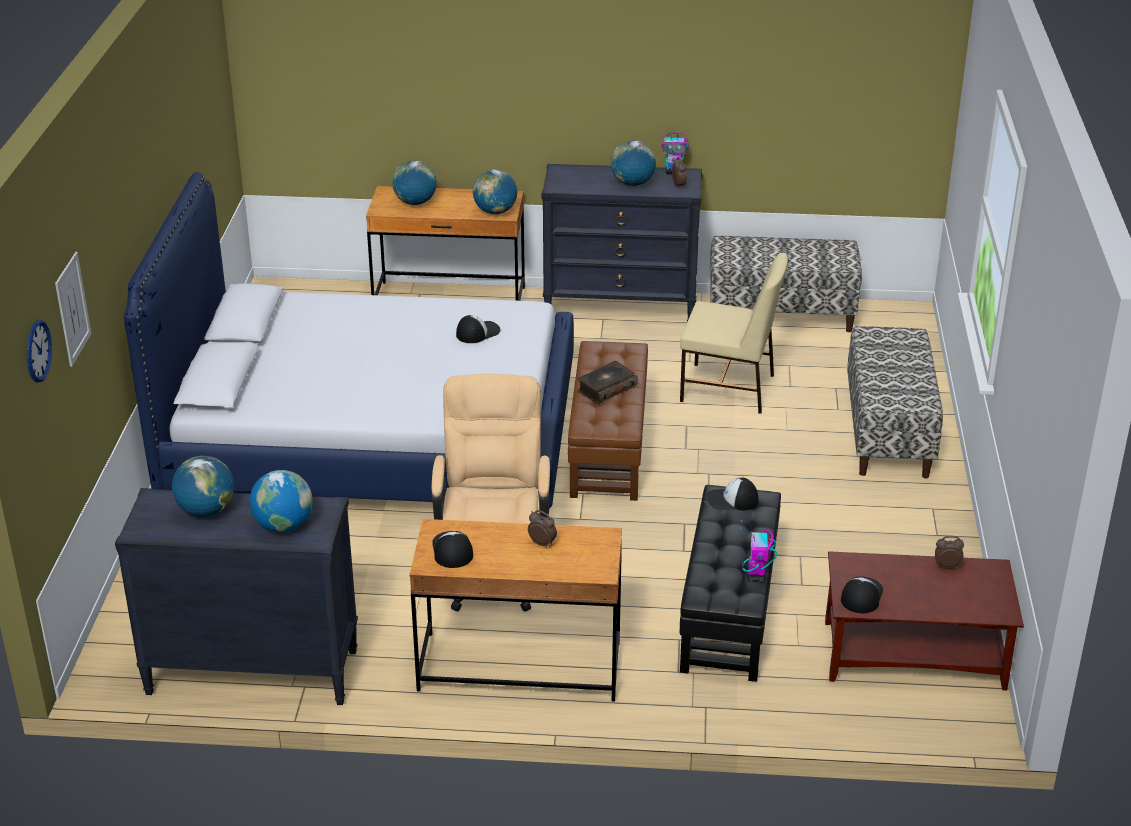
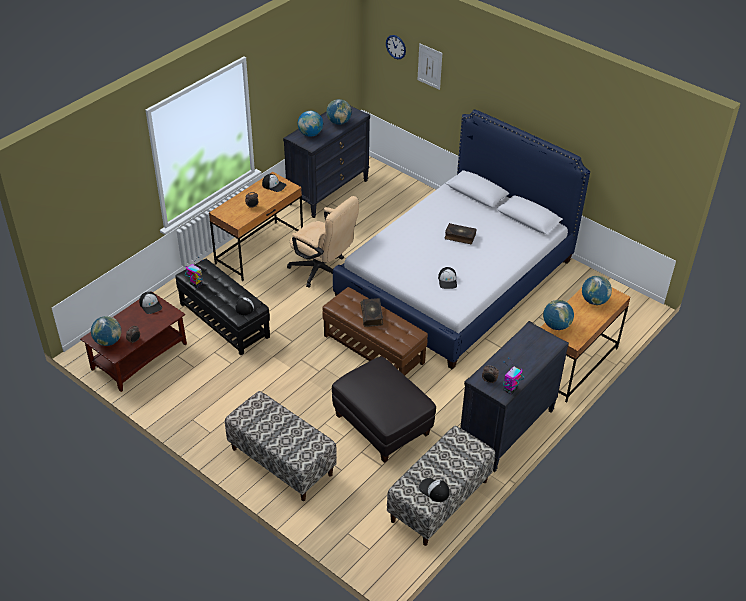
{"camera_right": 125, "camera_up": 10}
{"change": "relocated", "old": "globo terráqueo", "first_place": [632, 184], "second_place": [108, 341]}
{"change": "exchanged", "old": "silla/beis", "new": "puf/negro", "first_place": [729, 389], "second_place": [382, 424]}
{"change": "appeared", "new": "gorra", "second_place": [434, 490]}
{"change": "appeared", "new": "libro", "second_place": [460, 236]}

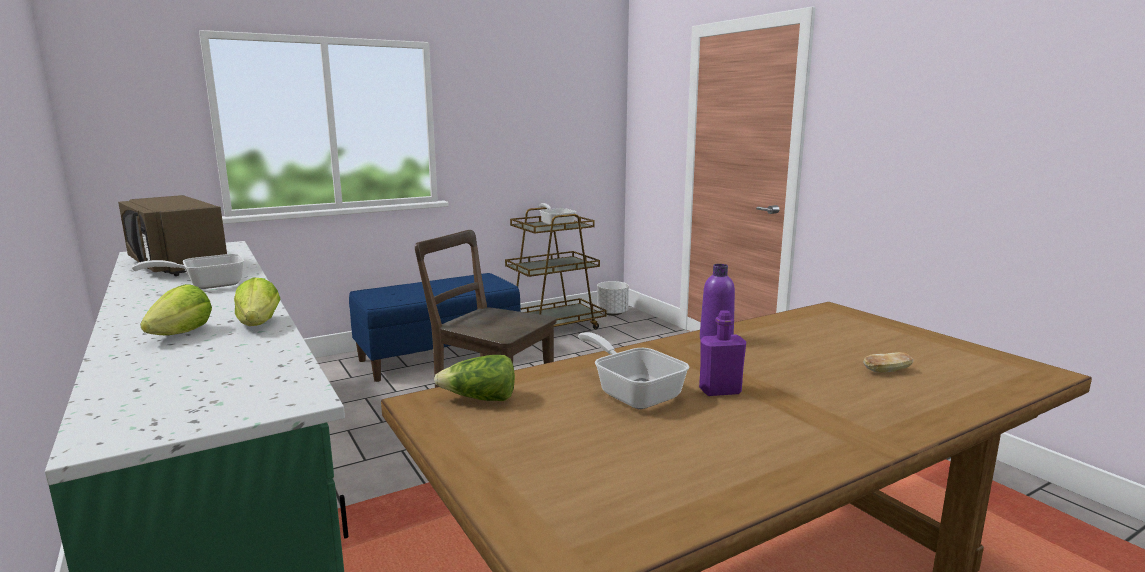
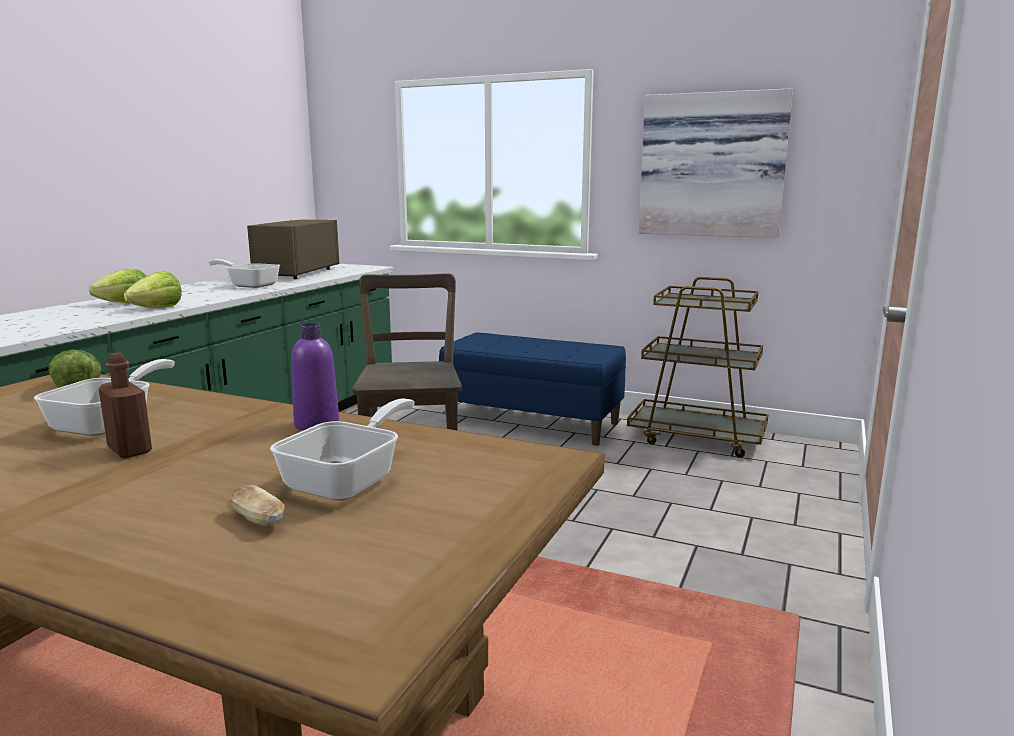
{"camera_right": 55, "camera_up": 0}
{"change": "relocated", "old": "sartén", "first_place": [556, 224], "second_place": [350, 479]}
{"change": "missing", "old": "maceta/blanco", "first_place": [612, 313]}
{"change": "colour", "old": "botella/morado", "new": "botella/marrón", "first_place": [720, 391], "second_place": [130, 450]}
{"change": "appeared", "new": "cuadro", "second_place": [712, 165]}

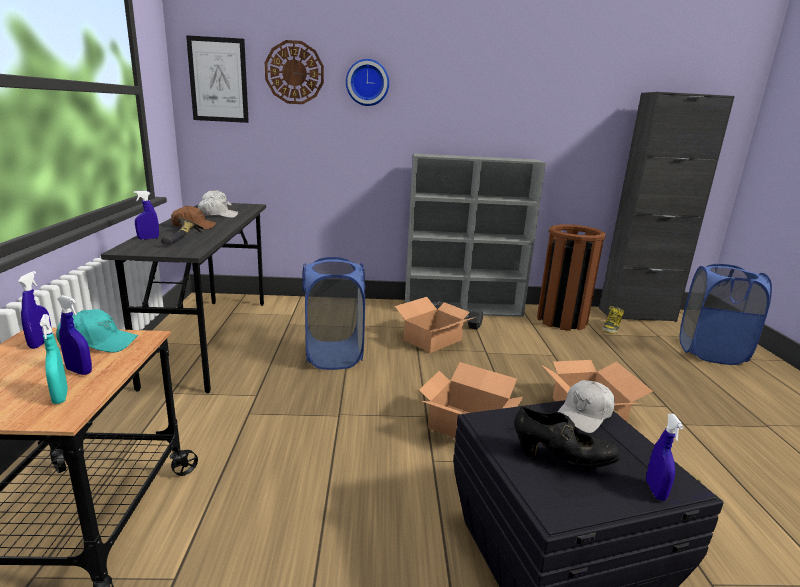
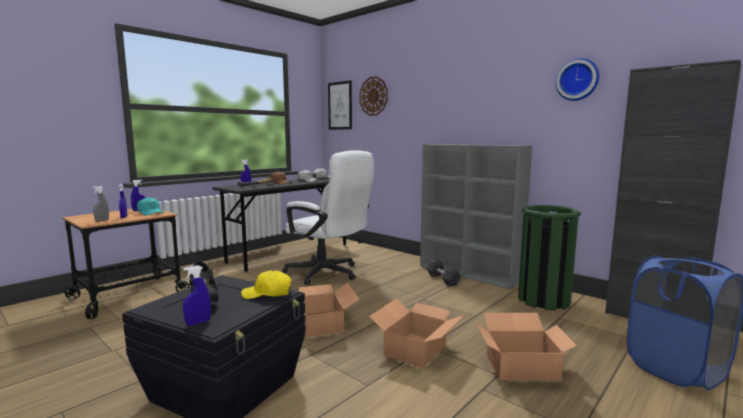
{"camera_right": 45, "camera_up": -10}
{"change": "colour", "old": "pulverizador/turquesa", "new": "pulverizador/gris", "first_place": [60, 397], "second_place": [102, 220]}
{"change": "exchanged", "old": "cesto de la ropa/azul", "new": "silla de oficina/blanco", "first_place": [333, 355], "second_place": [328, 274]}
{"change": "relocated", "old": "reloj de pared", "first_place": [367, 83], "second_place": [578, 80]}
{"change": "relocated", "old": "caja de cartón", "first_place": [431, 340], "second_place": [520, 366]}
{"change": "colour", "old": "papelera/marrón", "new": "papelera/verde", "first_place": [561, 320], "second_place": [544, 300]}
{"change": "colour", "old": "gorra/blanco", "new": "gorra/amarillo", "first_place": [584, 414], "second_place": [267, 293]}
{"change": "missing", "old": "bota", "first_place": [611, 328]}

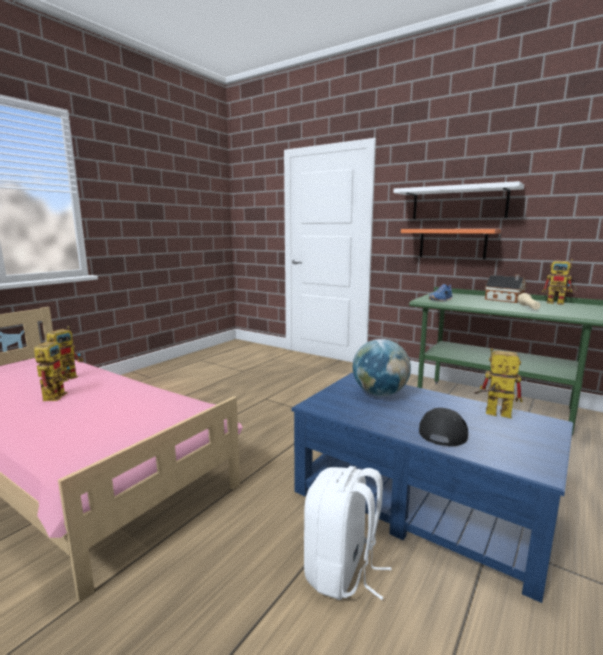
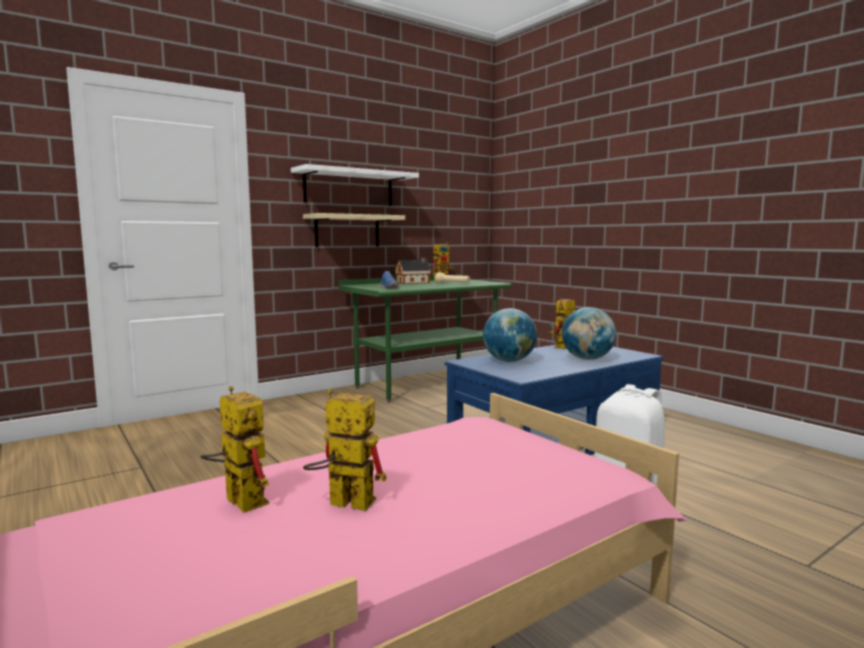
{"camera_right": -70, "camera_up": -5}
{"change": "colour", "old": "estante/naranja", "new": "estante/beis", "first_place": [452, 243], "second_place": [347, 231]}
{"change": "exchanged", "old": "gorra/negro", "new": "globo terráqueo", "first_place": [444, 430], "second_place": [587, 359]}

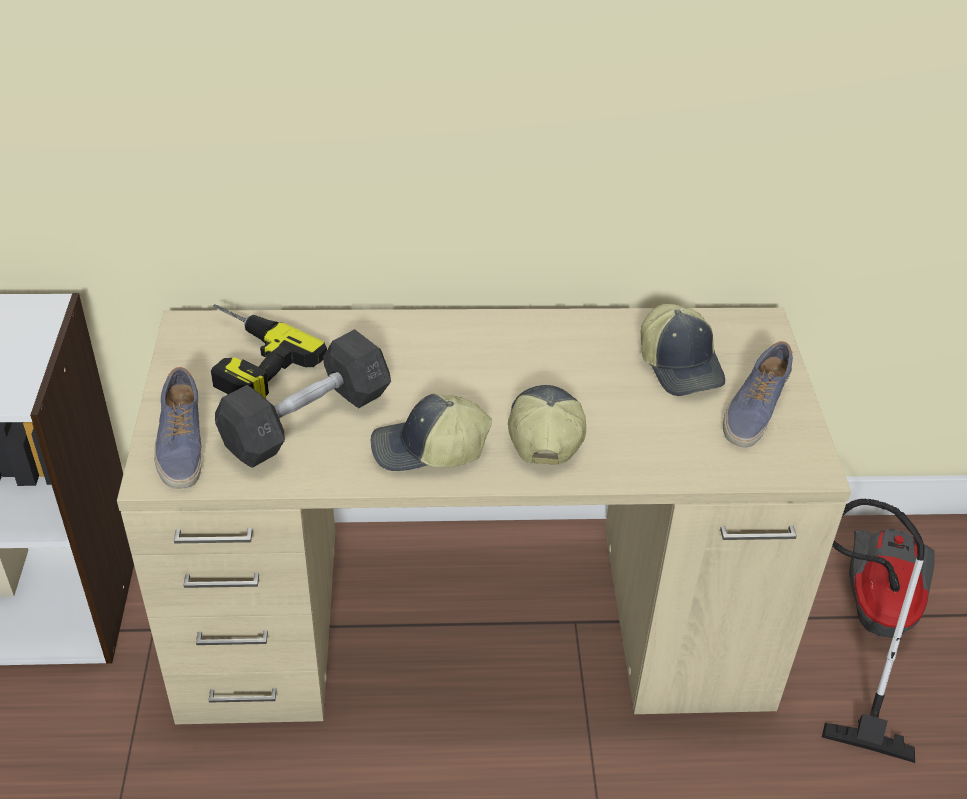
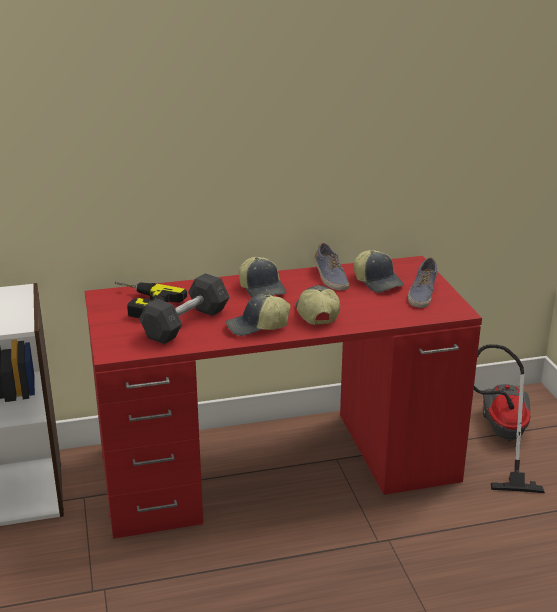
{"camera_right": -10, "camera_up": -15}
{"change": "colour", "old": "escritorio/beis", "new": "escritorio/rojo", "first_place": [477, 619], "second_place": [279, 465]}
{"change": "relocated", "old": "zapato", "first_place": [180, 444], "second_place": [330, 278]}
{"change": "appeared", "new": "gorra", "second_place": [262, 289]}

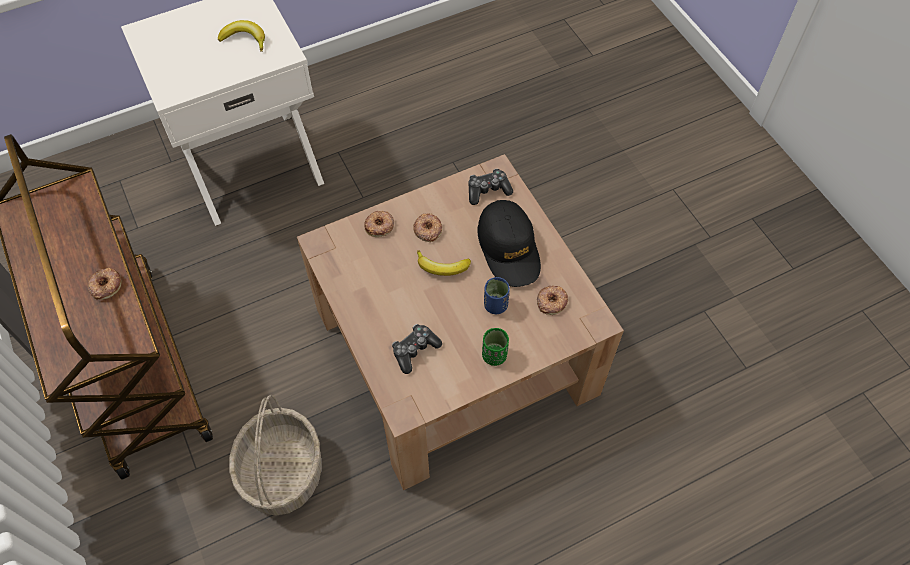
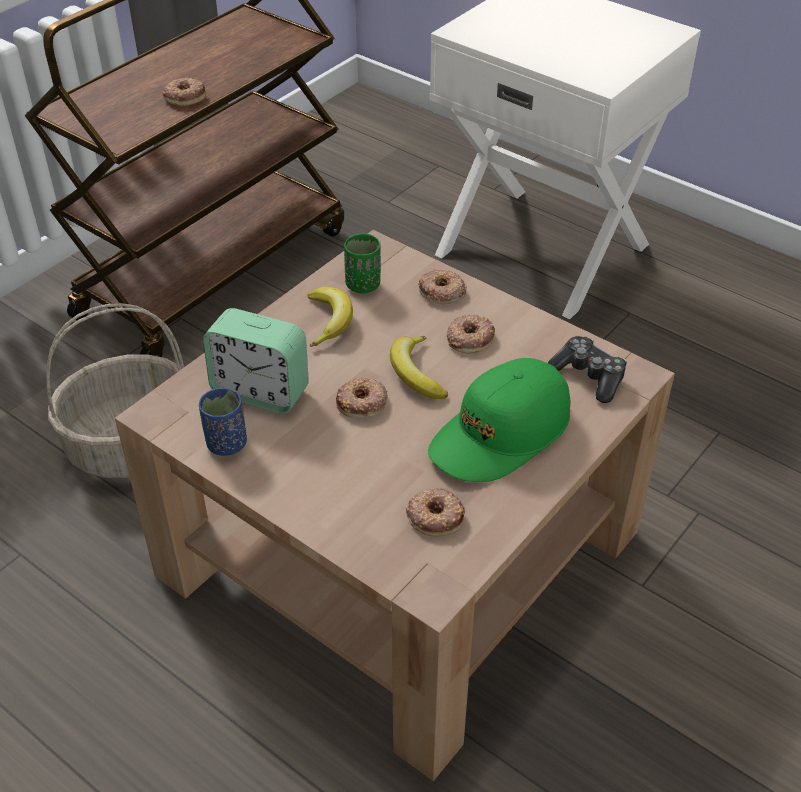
{"camera_right": 65, "camera_up": -15}
{"change": "relocated", "old": "plátano", "first_place": [245, 39], "second_place": [329, 321]}
{"change": "exchanged", "old": "mando de consola", "new": "despertador", "first_place": [415, 350], "second_place": [260, 391]}
{"change": "colour", "old": "gorra/negro", "new": "gorra/verde", "first_place": [509, 248], "second_place": [500, 434]}
{"change": "relocated", "old": "taza/verde", "first_place": [494, 355], "second_place": [363, 285]}
{"change": "relocated", "old": "taza/azul", "first_place": [495, 305], "second_place": [226, 444]}
{"change": "appeared", "new": "rosquilla", "second_place": [362, 402]}

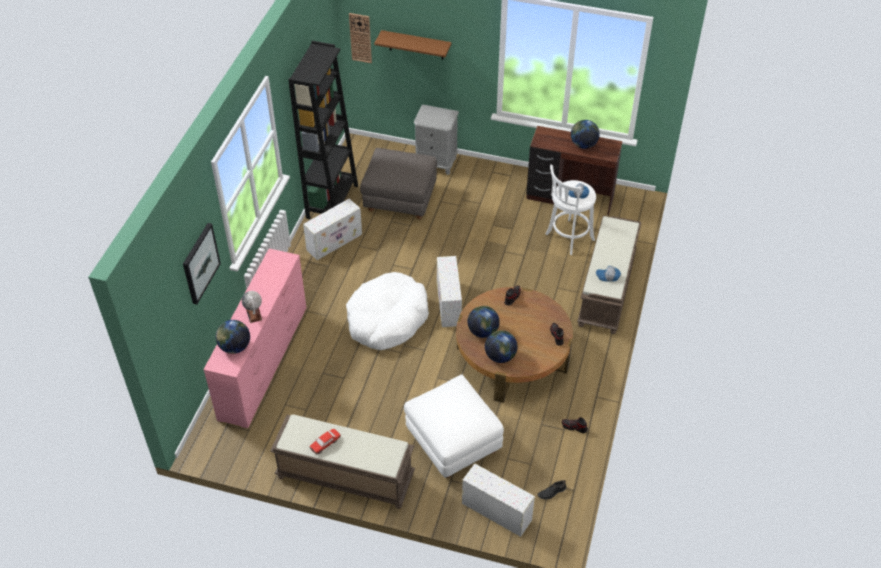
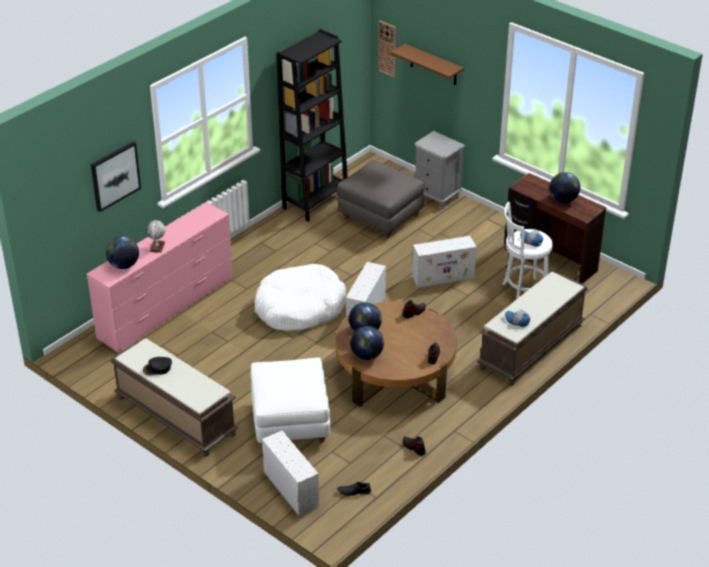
{"camera_right": 25, "camera_up": -10}
{"change": "relocated", "old": "caja de almacenaje/blanco", "first_place": [335, 241], "second_place": [444, 277]}
{"change": "exchanged", "old": "coche de juguete", "new": "gorra/negro", "first_place": [325, 443], "second_place": [157, 368]}

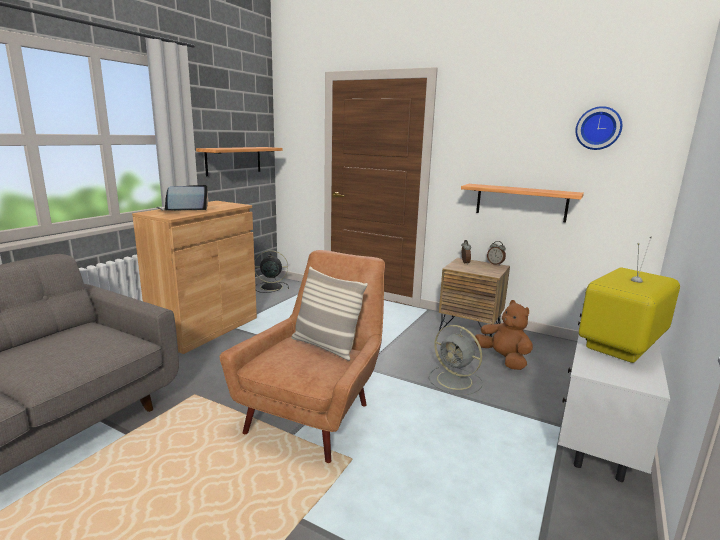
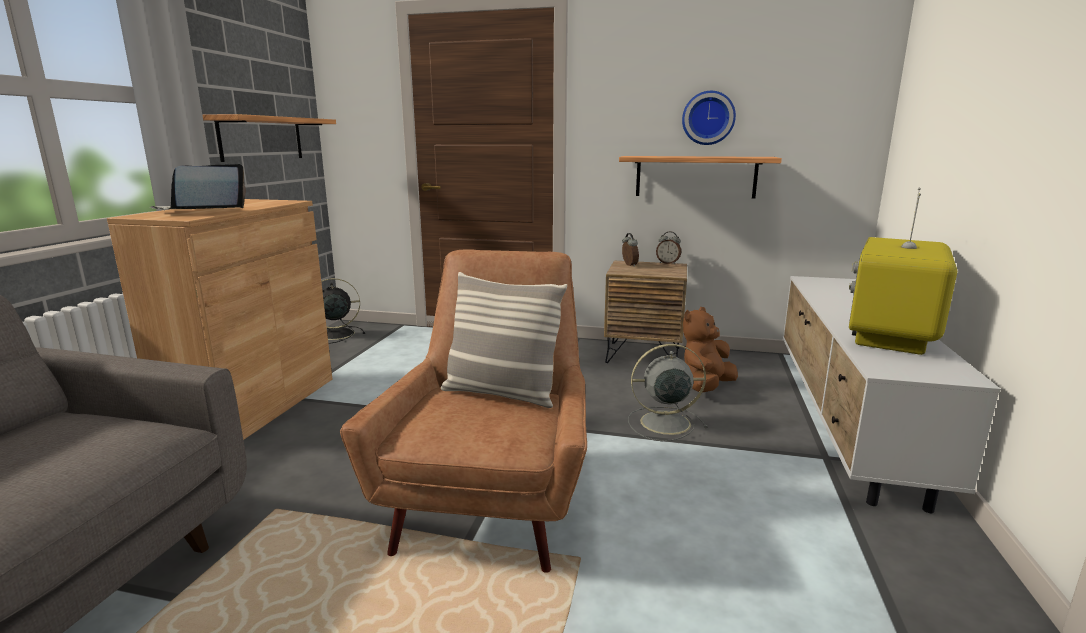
{"camera_right": -15, "camera_up": 0}
{"change": "spun", "old": "ventilador/gris", "first_place": [456, 381], "second_place": [663, 423], "degrees": 150}
{"change": "spun", "old": "peluche/marrón", "first_place": [503, 359], "second_place": [705, 386], "degrees": -90}
{"change": "relocated", "old": "reloj de pared", "first_place": [598, 128], "second_place": [708, 118]}

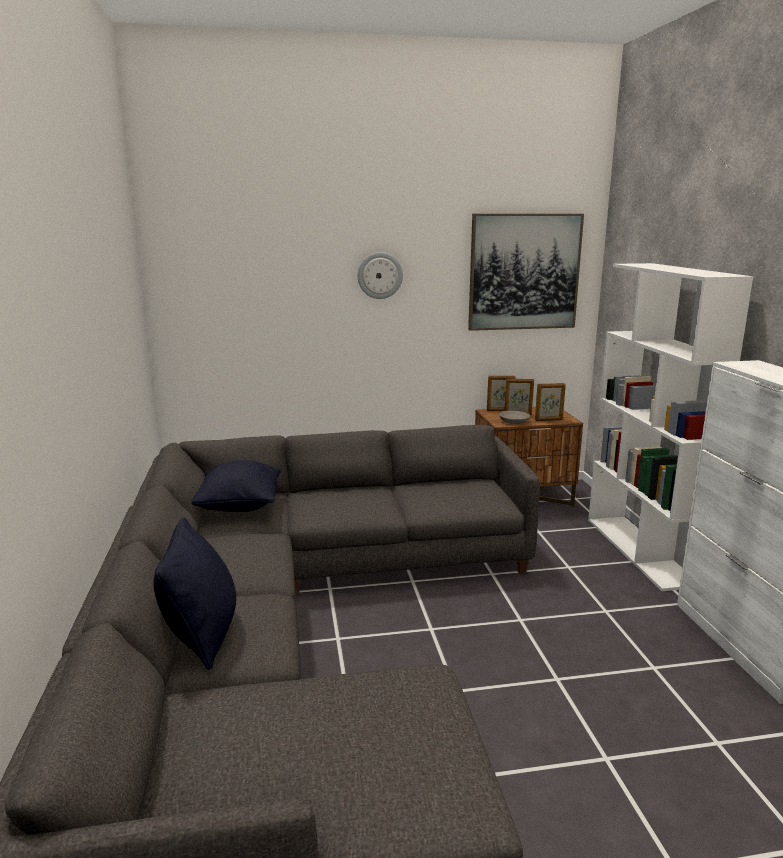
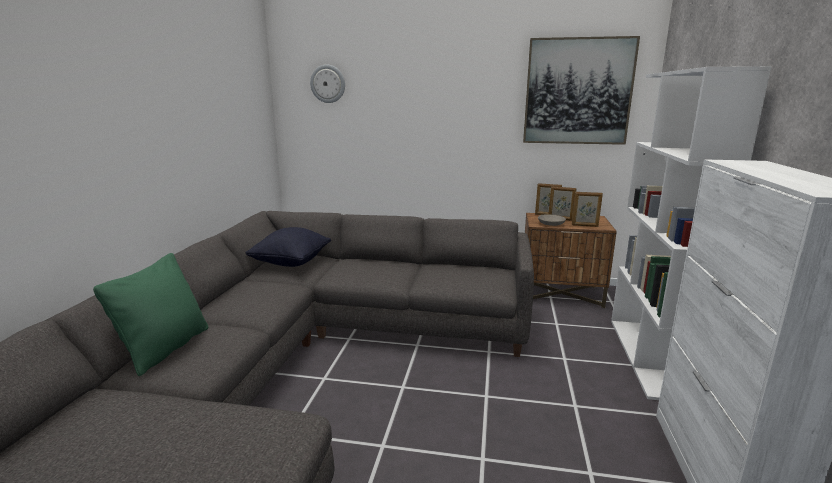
{"camera_right": 20, "camera_up": 0}
{"change": "colour", "old": "cojín/negro", "new": "cojín/verde", "first_place": [202, 635], "second_place": [165, 349]}
{"change": "relocated", "old": "reloj de pared", "first_place": [380, 275], "second_place": [328, 84]}

